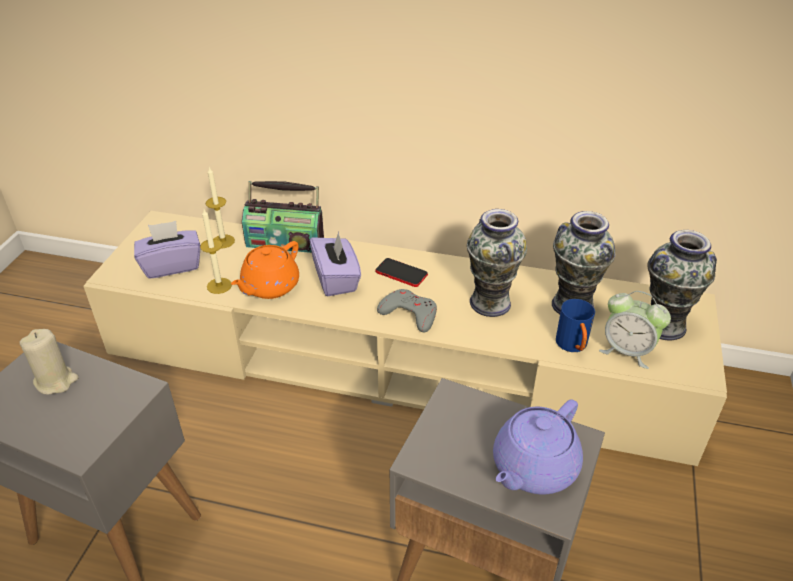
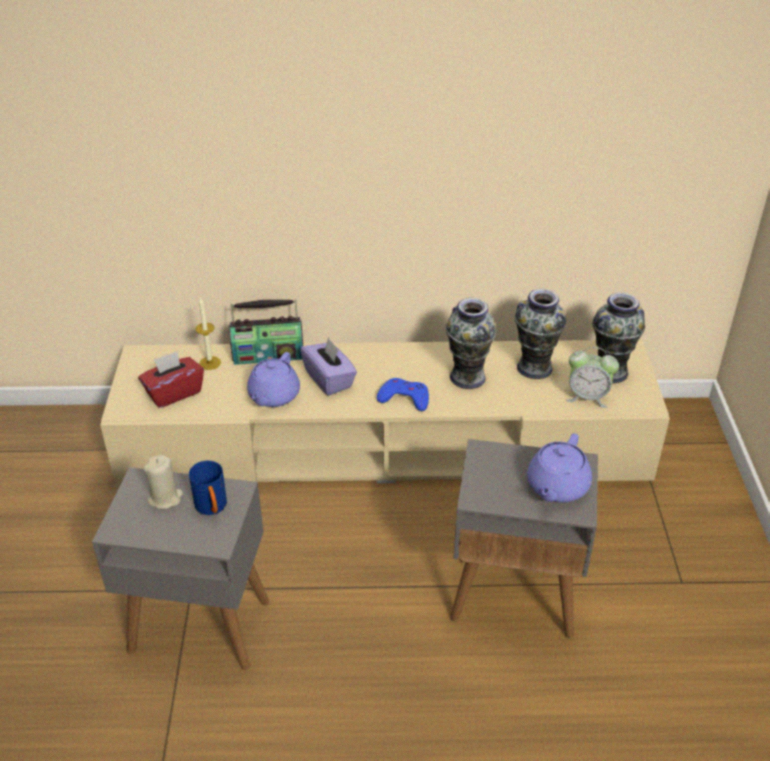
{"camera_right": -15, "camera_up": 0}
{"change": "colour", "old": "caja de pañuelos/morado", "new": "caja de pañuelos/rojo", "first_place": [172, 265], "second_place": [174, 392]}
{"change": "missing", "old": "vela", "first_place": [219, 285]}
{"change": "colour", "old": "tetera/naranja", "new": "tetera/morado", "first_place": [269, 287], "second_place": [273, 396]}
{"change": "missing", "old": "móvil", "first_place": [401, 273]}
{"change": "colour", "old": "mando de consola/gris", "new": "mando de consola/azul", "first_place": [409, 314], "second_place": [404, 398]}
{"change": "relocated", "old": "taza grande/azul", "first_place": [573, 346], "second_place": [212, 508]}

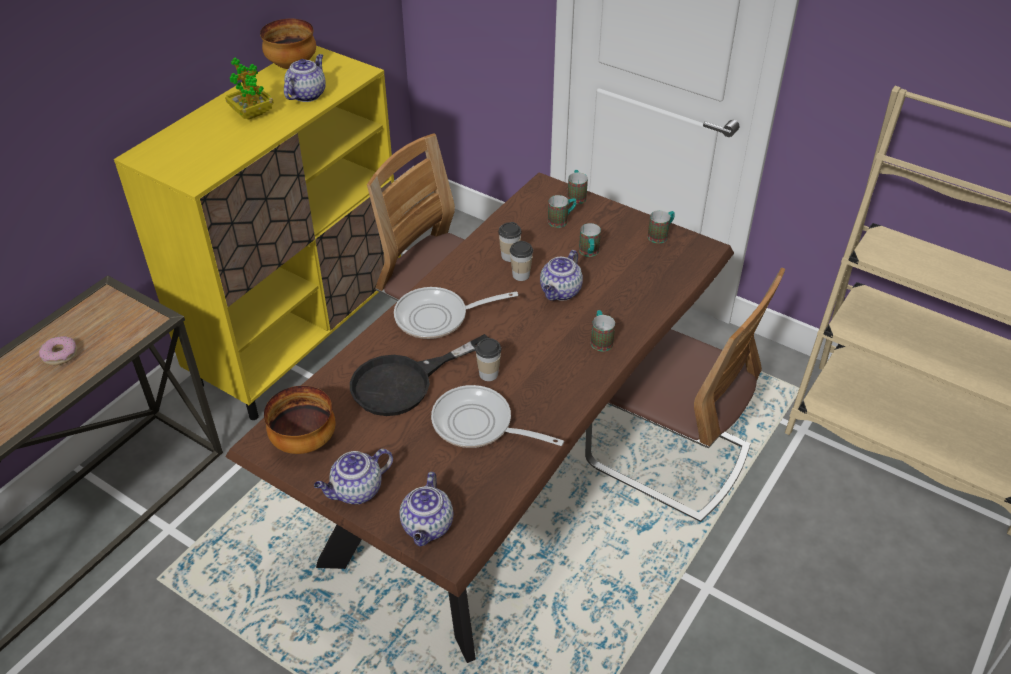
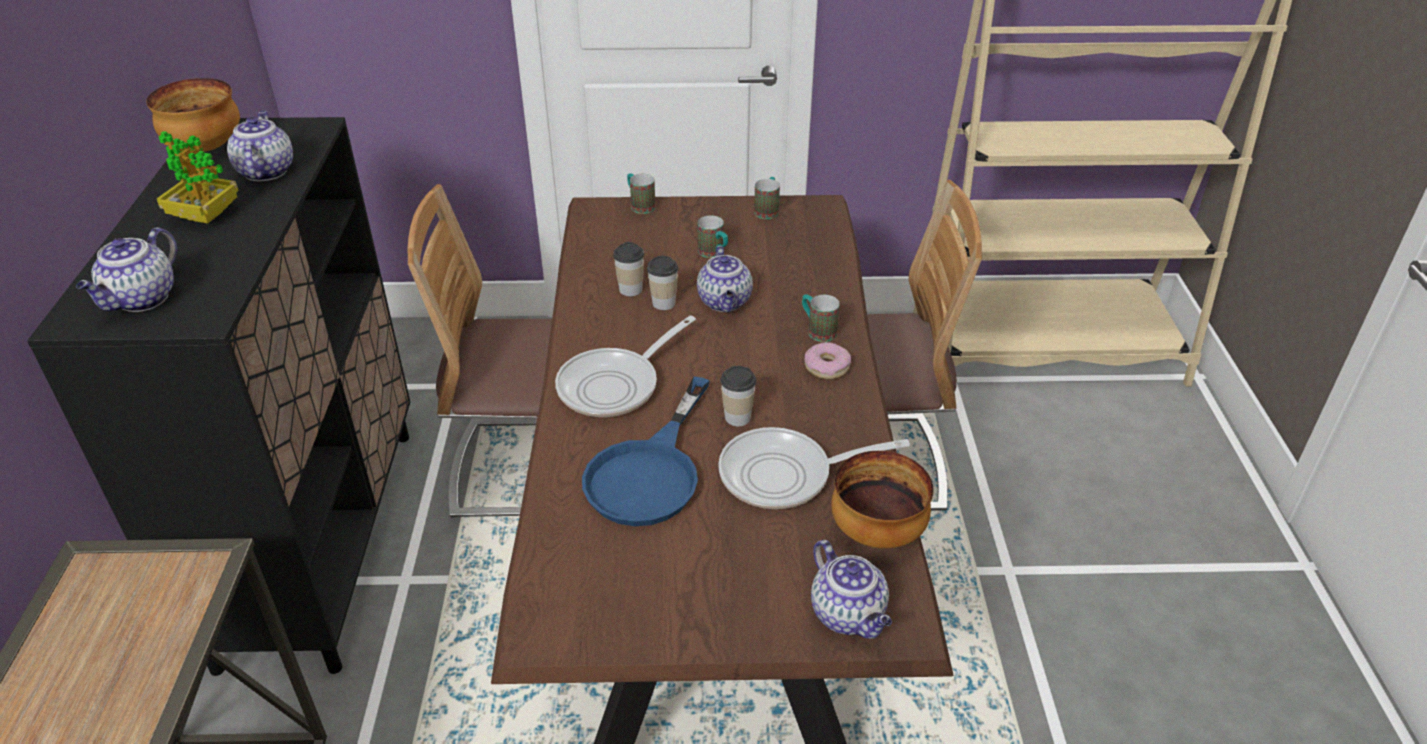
{"camera_right": -35, "camera_up": -5}
{"change": "relocated", "old": "rosquilla", "first_place": [60, 355], "second_place": [827, 367]}
{"change": "colour", "old": "armario/amarillo", "new": "armario/negro", "first_place": [301, 337], "second_place": [321, 540]}
{"change": "relocated", "old": "cuenco", "first_place": [304, 441], "second_place": [875, 533]}
{"change": "relocated", "old": "tetera", "first_place": [356, 491], "second_place": [142, 300]}
{"change": "colour", "old": "sartén/negro", "new": "sartén/azul", "first_place": [404, 382], "second_place": [650, 472]}
{"change": "missing", "old": "taza grande", "first_place": [561, 220]}

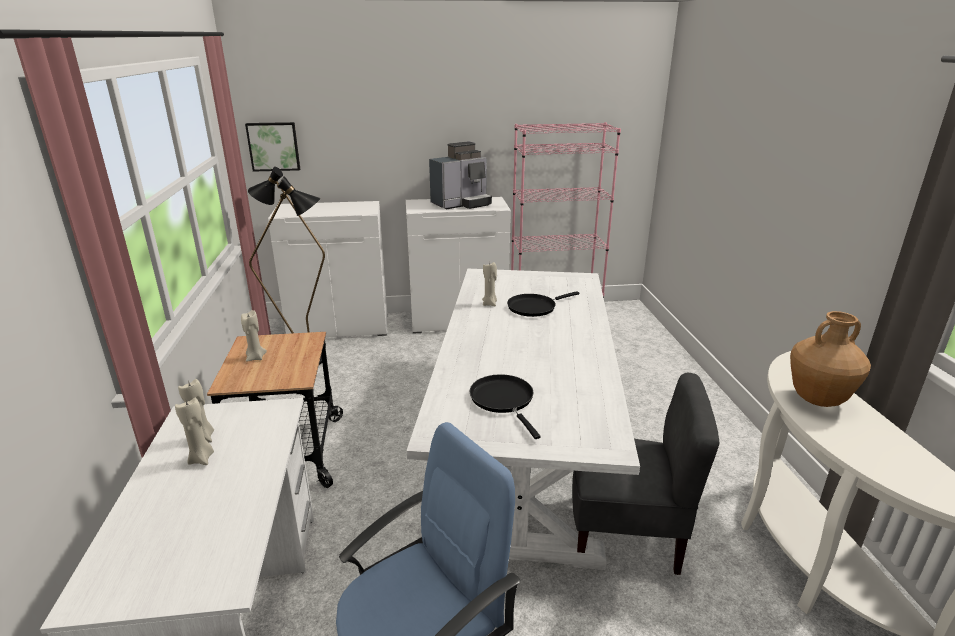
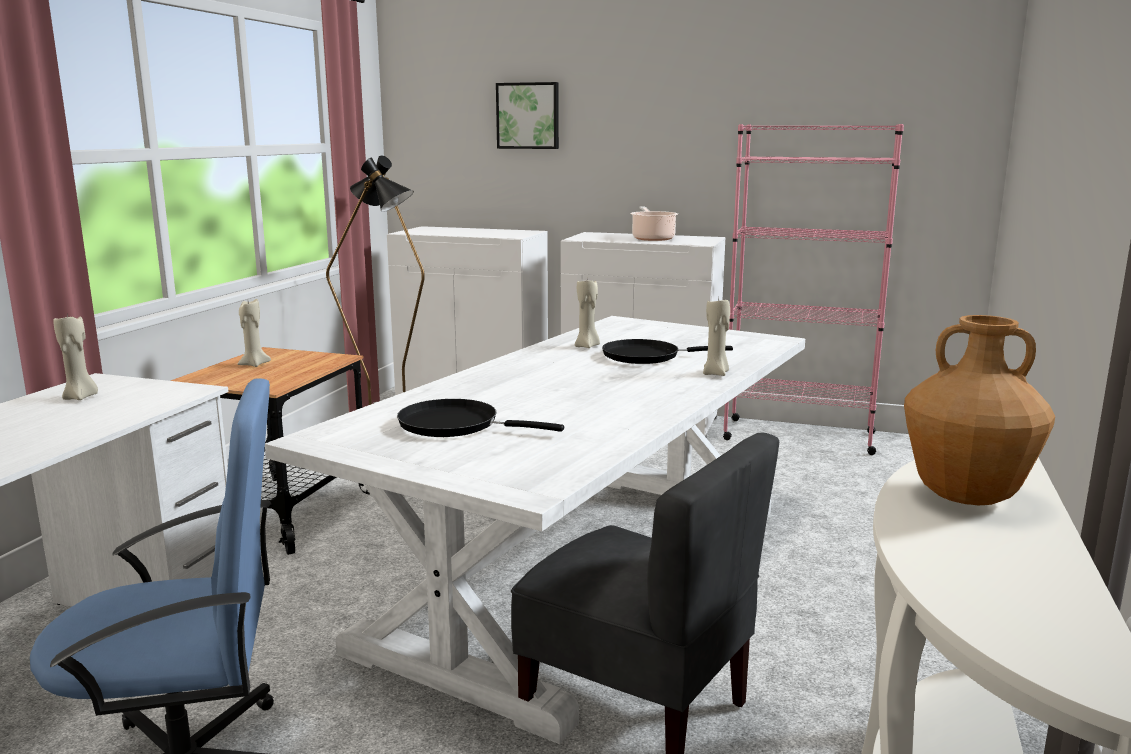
{"camera_right": 25, "camera_up": -10}
{"change": "relocated", "old": "vela/beis", "first_place": [201, 458], "second_place": [716, 373]}
{"change": "relocated", "old": "cuadro", "first_place": [274, 146], "second_place": [528, 116]}
{"change": "exchanged", "old": "cafetera", "new": "olla", "first_place": [462, 204], "second_place": [652, 238]}
{"change": "spun", "old": "sartén/negro", "first_place": [503, 400], "second_place": [455, 425], "degrees": -75}

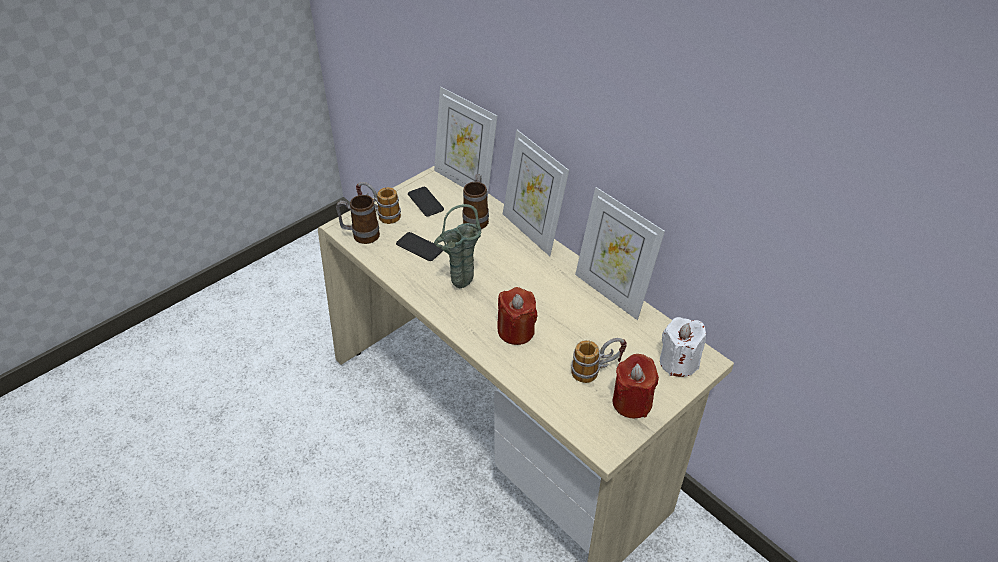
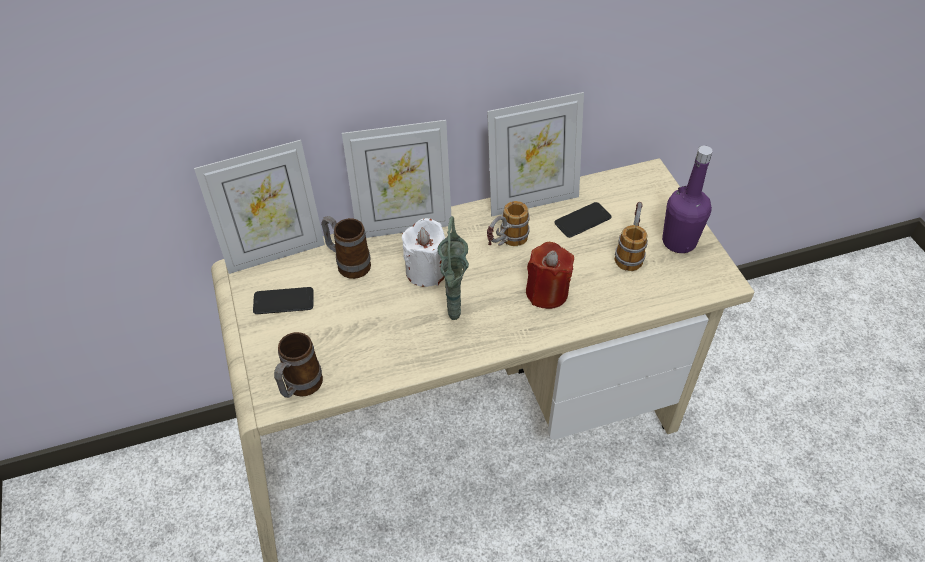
{"camera_right": -65, "camera_up": 5}
{"change": "relocated", "old": "taza grande", "first_place": [380, 215], "second_place": [505, 244]}
{"change": "relocated", "old": "móvil", "first_place": [419, 247], "second_place": [582, 220]}
{"change": "exchanged", "old": "vela/rojo", "new": "botella/morado", "first_place": [632, 402], "second_place": [679, 241]}
{"change": "relocated", "old": "vela/blanco", "first_place": [678, 362], "second_place": [426, 271]}

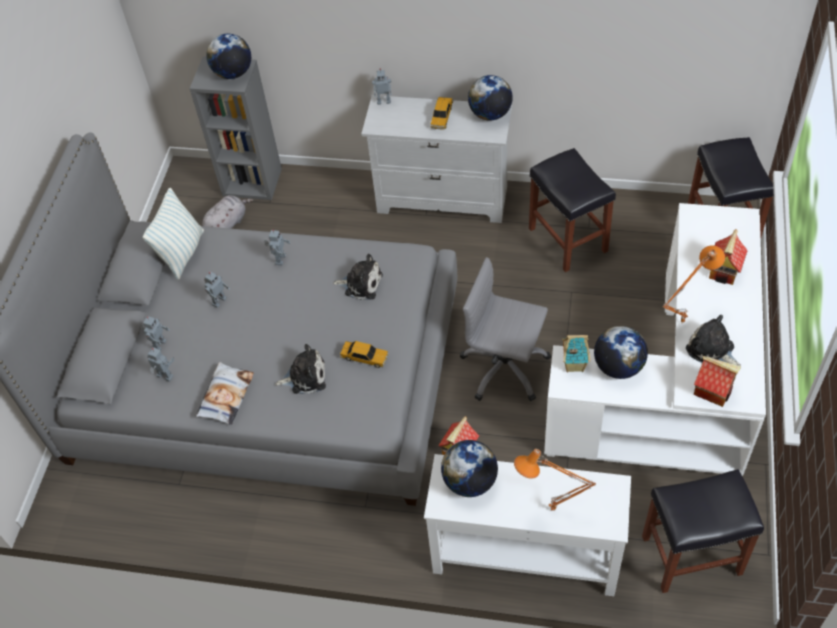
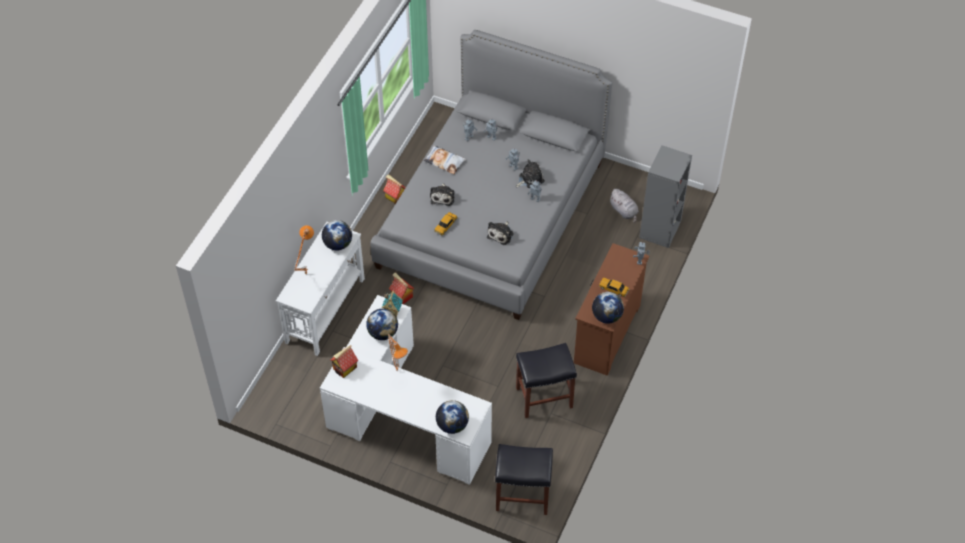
{"camera_right": 100, "camera_up": 0}
{"change": "missing", "old": "cojín", "first_place": [182, 253]}
{"change": "relocated", "old": "globo terráqueo", "first_place": [233, 73], "second_place": [452, 425]}
{"change": "colour", "old": "cómoda/blanco", "new": "cómoda/marrón", "first_place": [443, 199], "second_place": [607, 334]}
{"change": "missing", "old": "silla de oficina/gris", "first_place": [504, 368]}
{"change": "missing", "old": "taburete/negro", "first_place": [690, 556]}
{"change": "relocated", "old": "peluche", "first_place": [712, 350], "second_place": [530, 179]}
{"change": "relocated", "old": "casita", "first_place": [724, 271], "second_place": [395, 197]}

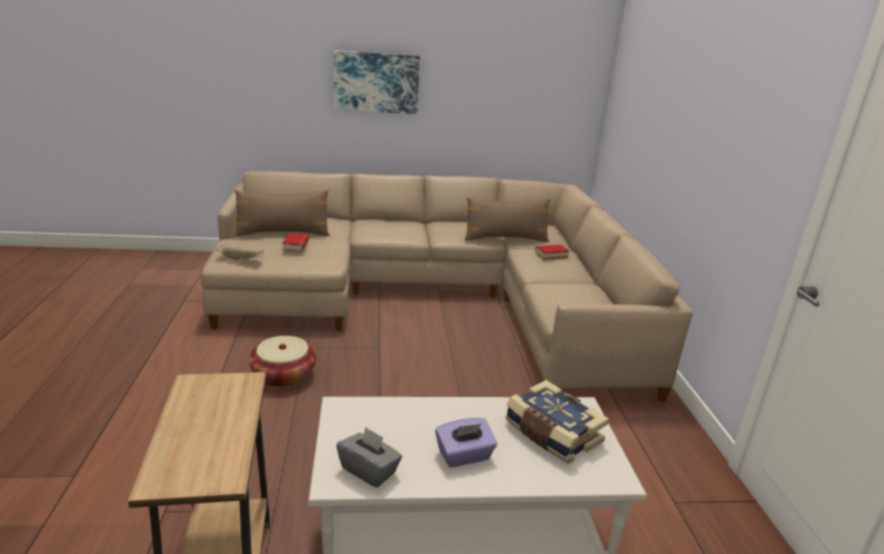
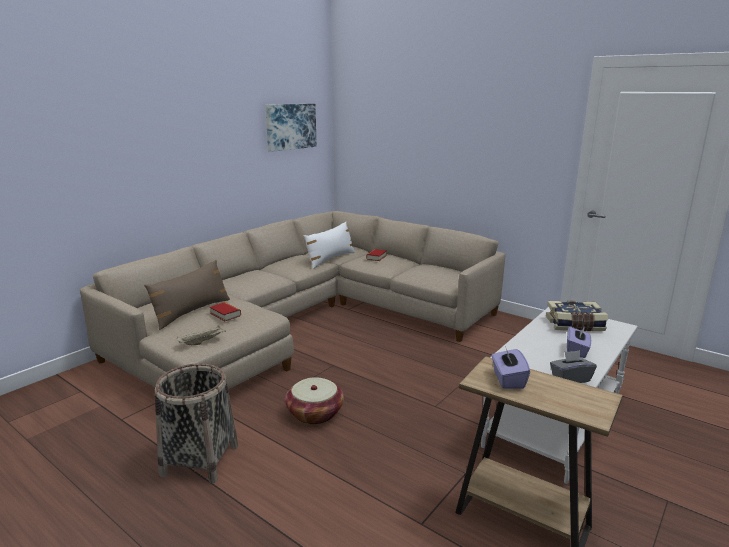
{"camera_right": -45, "camera_up": -5}
{"change": "relocated", "old": "cuadro", "first_place": [376, 82], "second_place": [290, 126]}
{"change": "colour", "old": "cojín/marrón", "new": "cojín/blanco", "first_place": [505, 239], "second_place": [330, 259]}
{"change": "appeared", "new": "cesta", "second_place": [200, 460]}
{"change": "appeared", "new": "caja de pañuelos/morado", "second_place": [508, 380]}

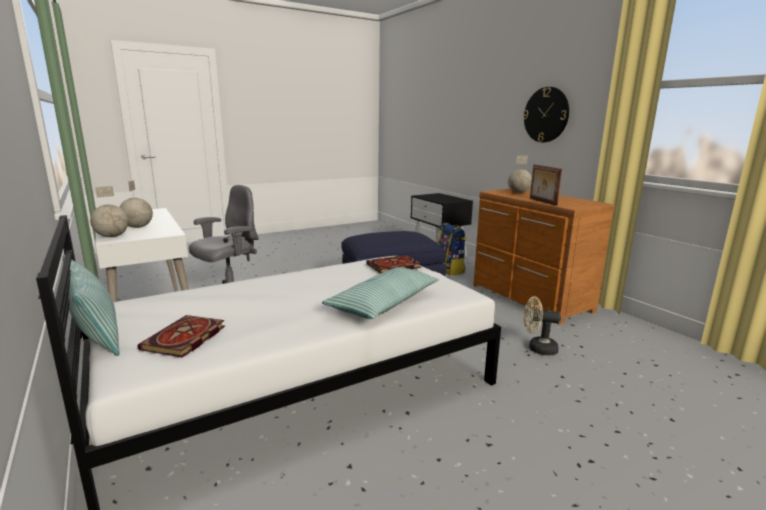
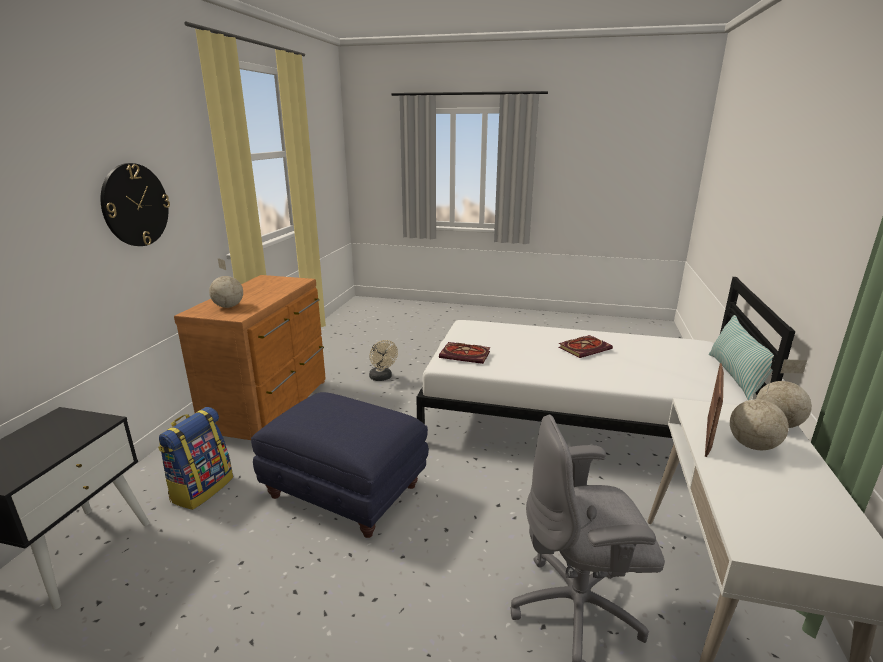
{"camera_right": -135, "camera_up": 5}
{"change": "relocated", "old": "libro", "first_place": [184, 339], "second_place": [585, 348]}
{"change": "missing", "old": "cojín", "first_place": [384, 303]}
{"change": "relocated", "old": "portarretratos", "first_place": [542, 201], "second_place": [708, 436]}

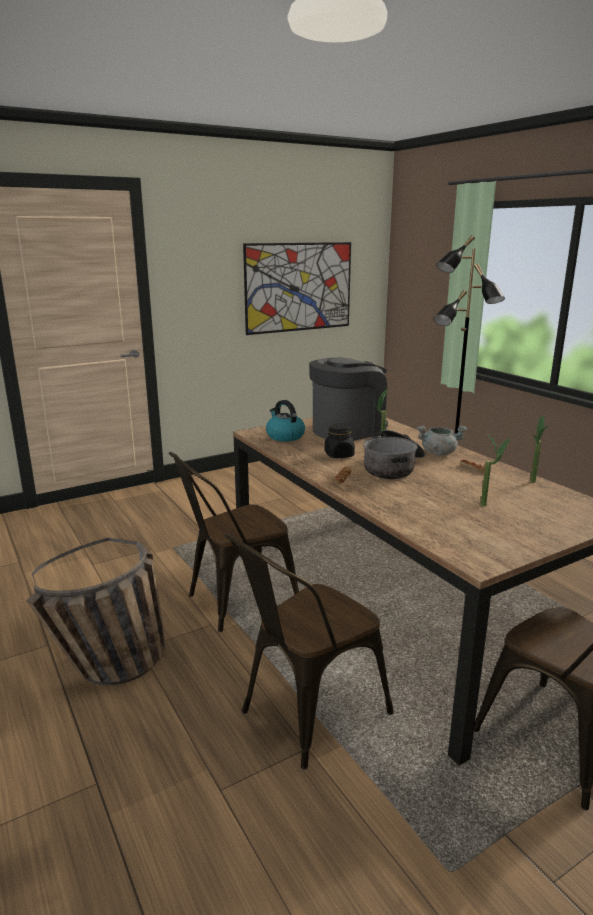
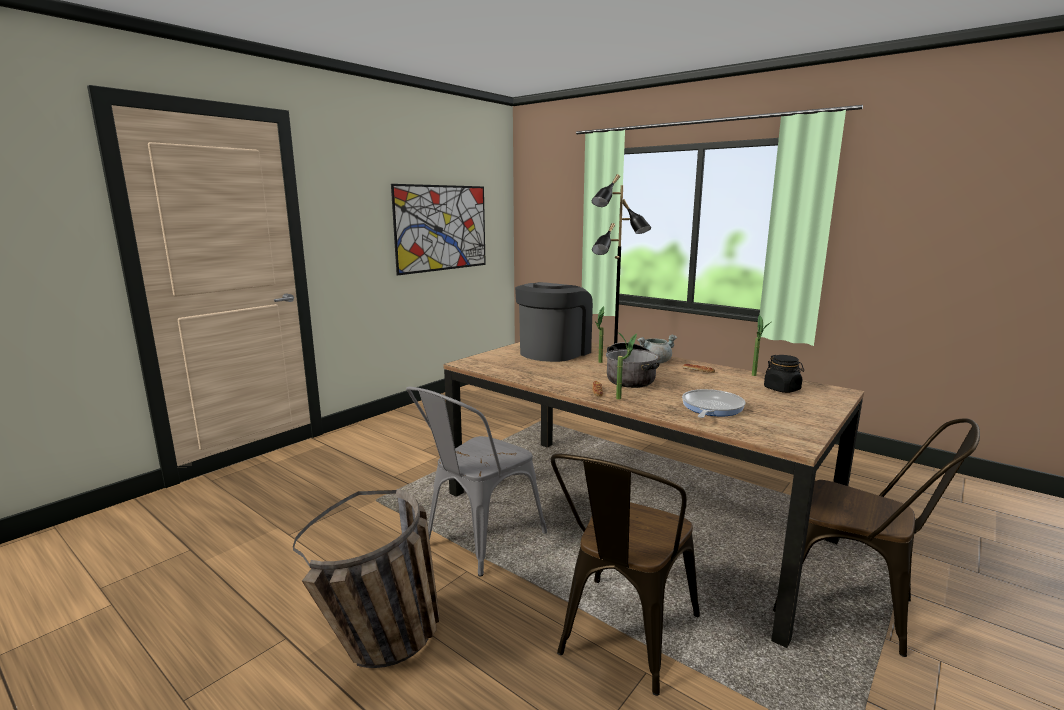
{"camera_right": -20, "camera_up": -5}
{"change": "colour", "old": "silla/marrón", "new": "silla/gris", "first_place": [234, 602], "second_place": [477, 542]}
{"change": "missing", "old": "hervidor", "first_place": [284, 436]}
{"change": "relocated", "old": "tarro/negro", "first_place": [339, 455], "second_place": [782, 389]}
{"change": "relocated", "old": "planta en maceta", "first_place": [489, 505], "second_place": [623, 398]}
{"change": "appeared", "new": "sartén", "second_place": [711, 408]}

